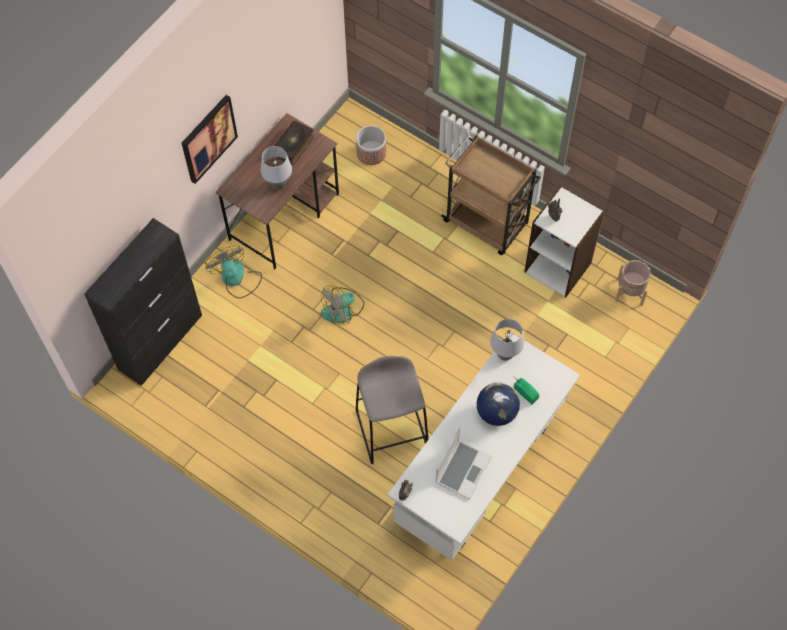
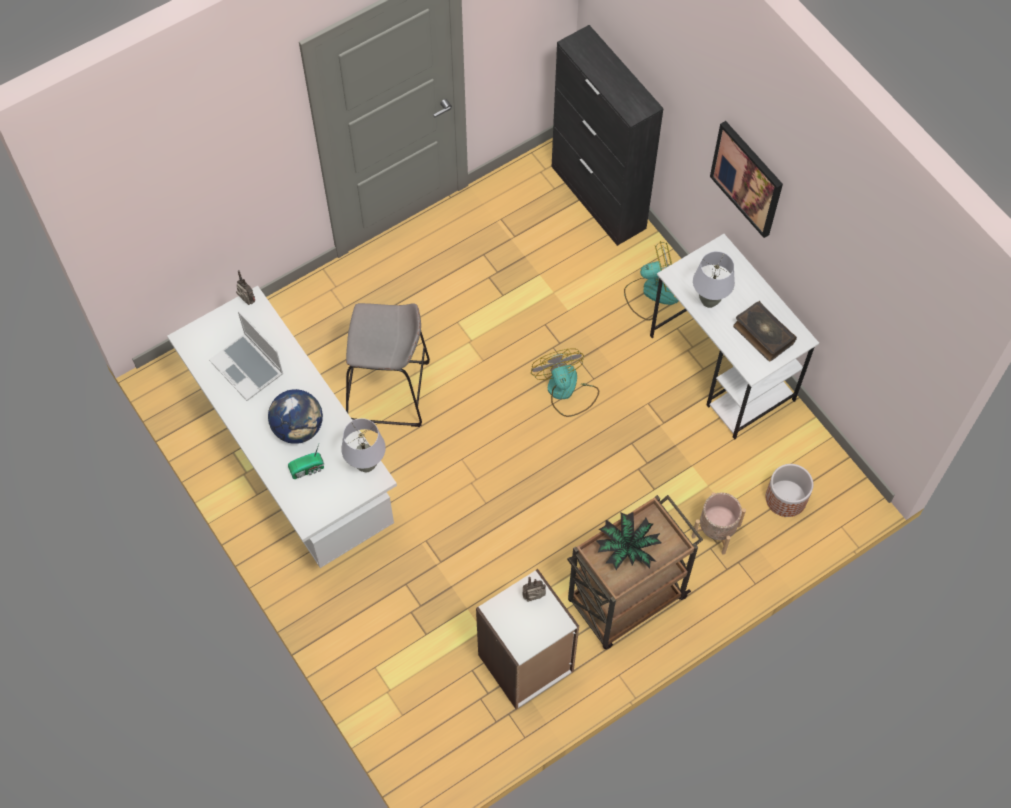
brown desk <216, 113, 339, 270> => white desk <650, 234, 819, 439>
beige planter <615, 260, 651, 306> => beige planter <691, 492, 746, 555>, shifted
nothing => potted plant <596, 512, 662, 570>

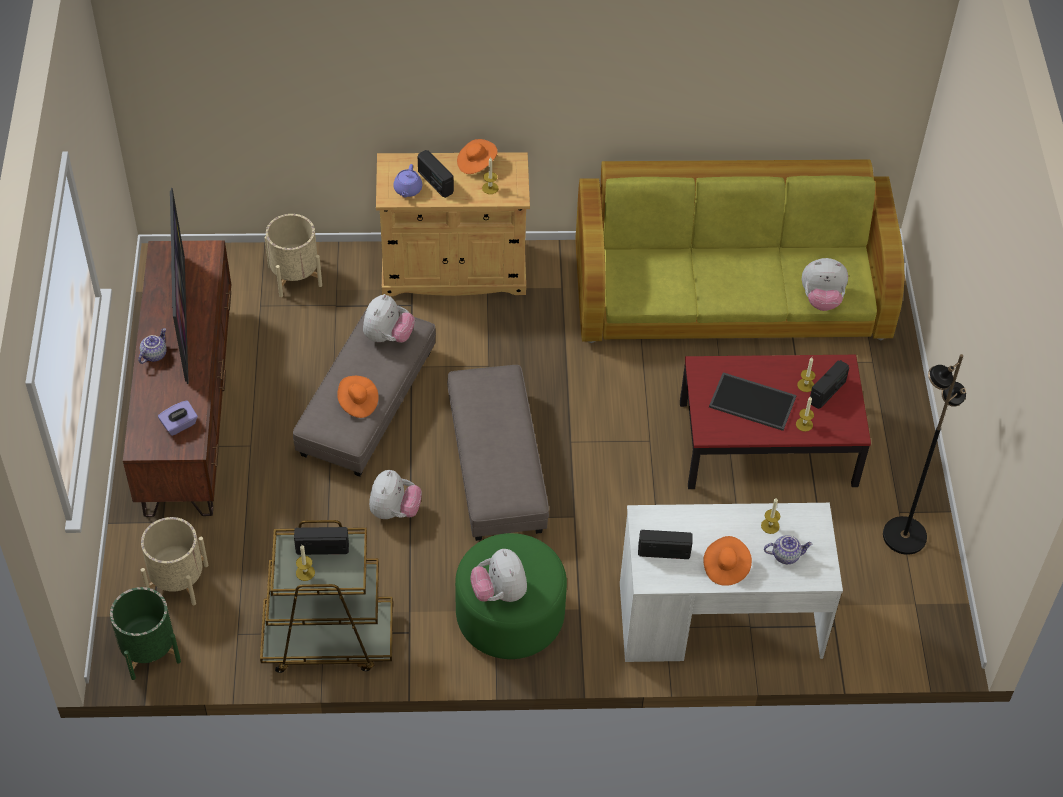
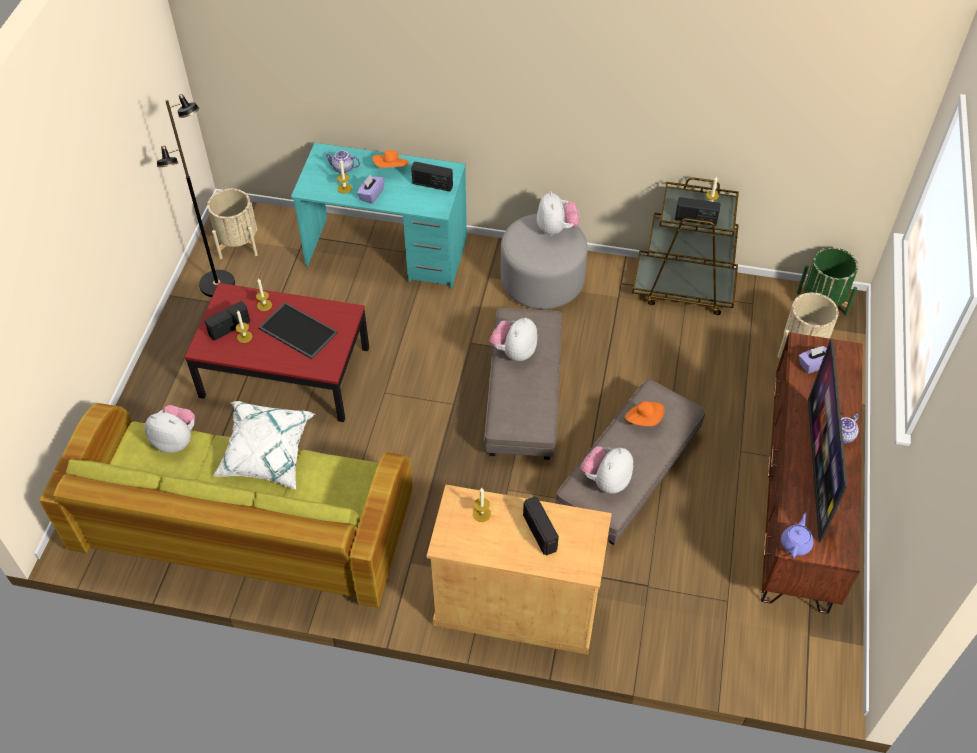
orange hat <457, 139, 497, 174> => nothing
purple teapot <393, 164, 422, 197> => purple teapot <781, 513, 814, 558>, shifted
beige planter <265, 214, 322, 297> => beige planter <207, 189, 258, 259>, shifted
plush toy <369, 470, 422, 519> => plush toy <490, 318, 537, 361>, shifted
white desk <620, 503, 843, 662> => turquoise desk <291, 143, 467, 288>
green ottoman <455, 533, 567, 659> => grey ottoman <500, 214, 588, 309>
nothing => purple tissue box <357, 174, 385, 204>
nothing => white pillow <213, 401, 315, 490>

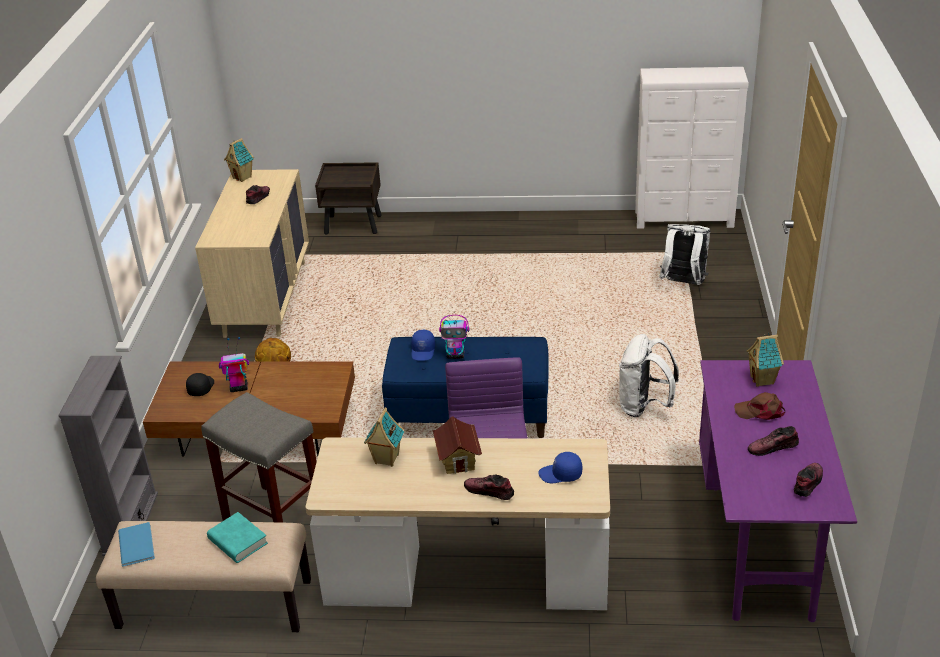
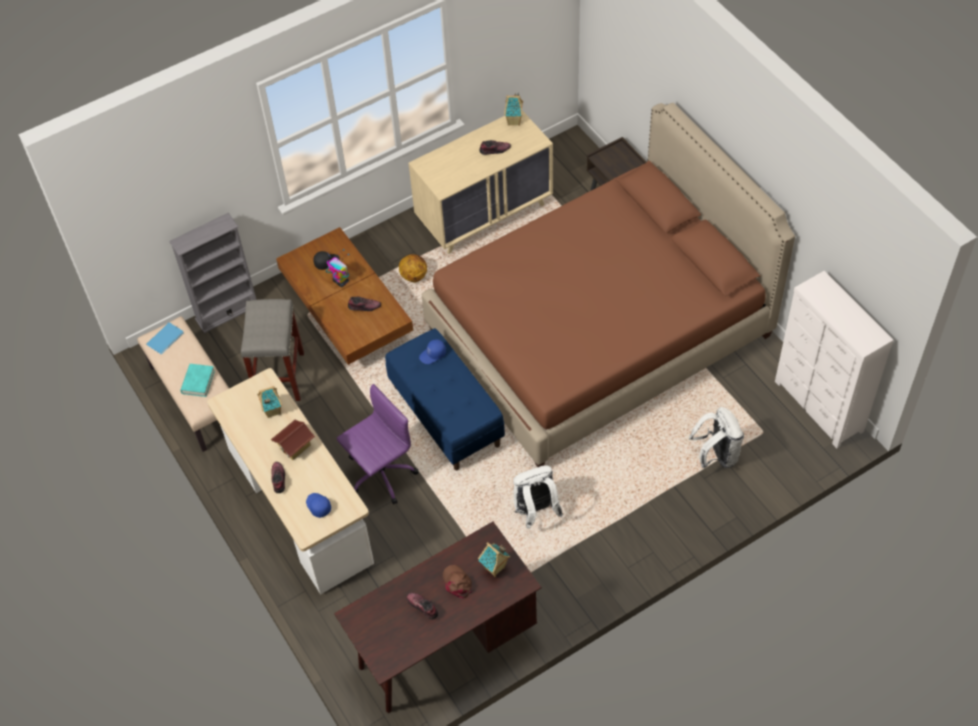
toy robot <439, 315, 469, 359> => nothing
purple desk <699, 360, 857, 622> => brown desk <334, 522, 542, 713>
shoe <794, 463, 823, 497> => shoe <348, 296, 381, 311>, shifted
nothing => brown bed <422, 103, 795, 467>

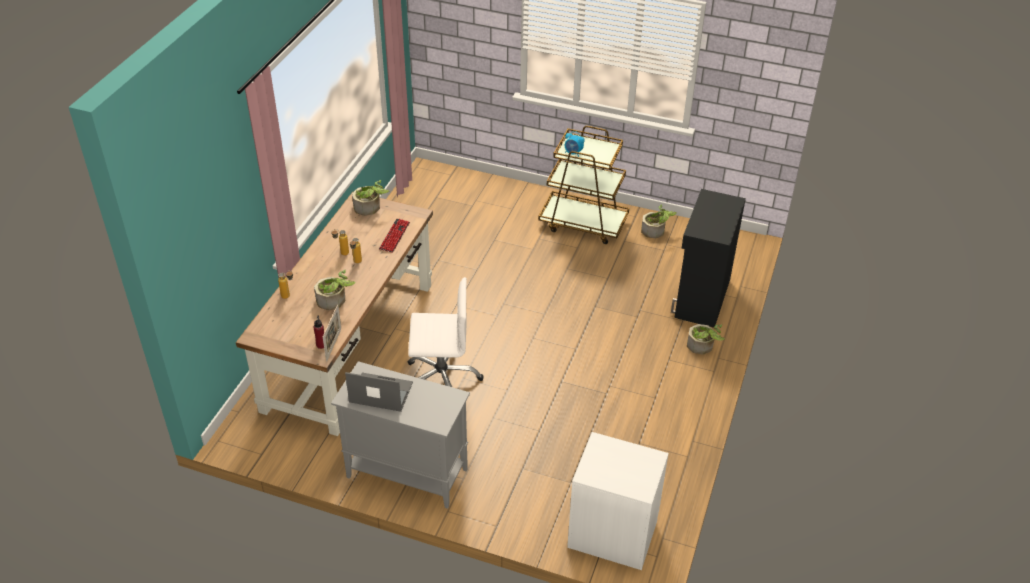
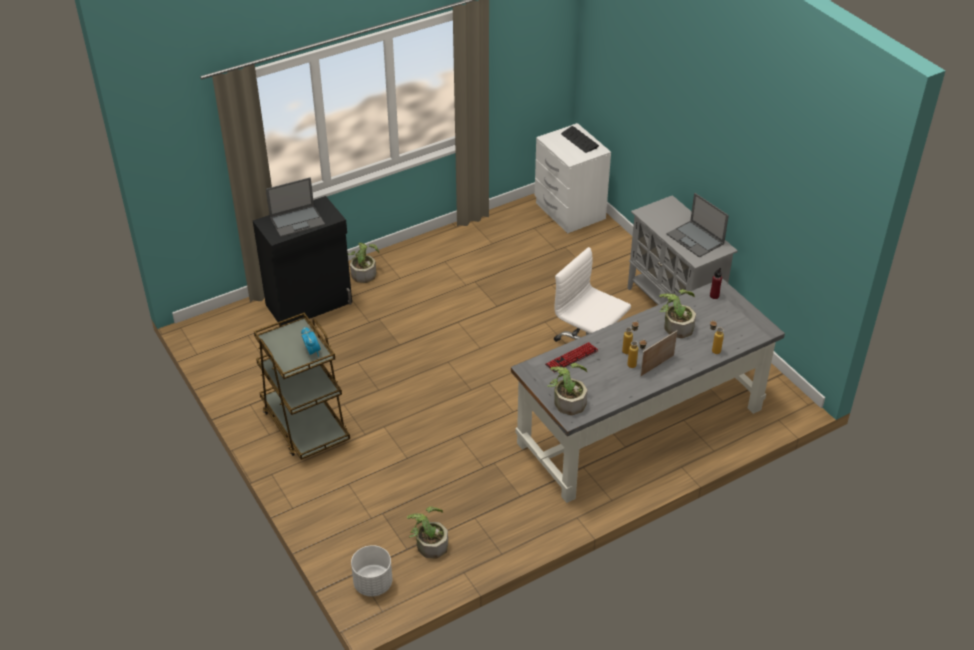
brown desk <236, 192, 433, 436> => grey desk <511, 278, 785, 503>
potted plant <641, 204, 677, 238> => potted plant <407, 506, 448, 559>, shifted
picture frame <323, 304, 341, 361> => picture frame <640, 330, 677, 377>, shifted
nothing => keyboard <561, 126, 599, 153>
nothing => laptop <266, 177, 325, 237>
nothing => white planter <351, 545, 392, 597>

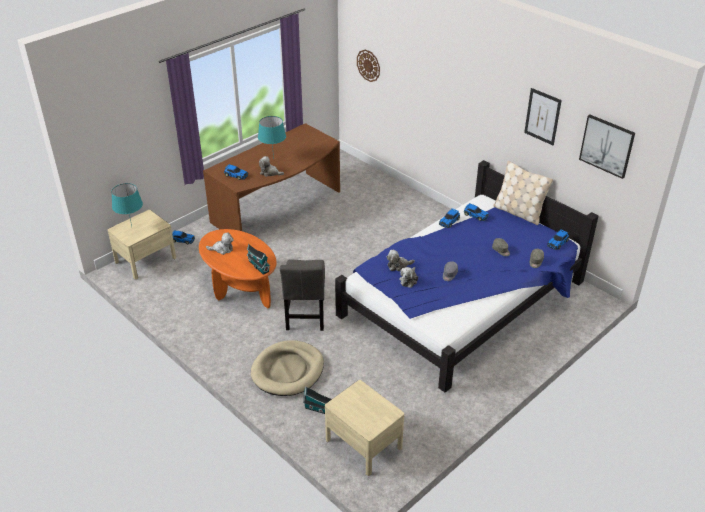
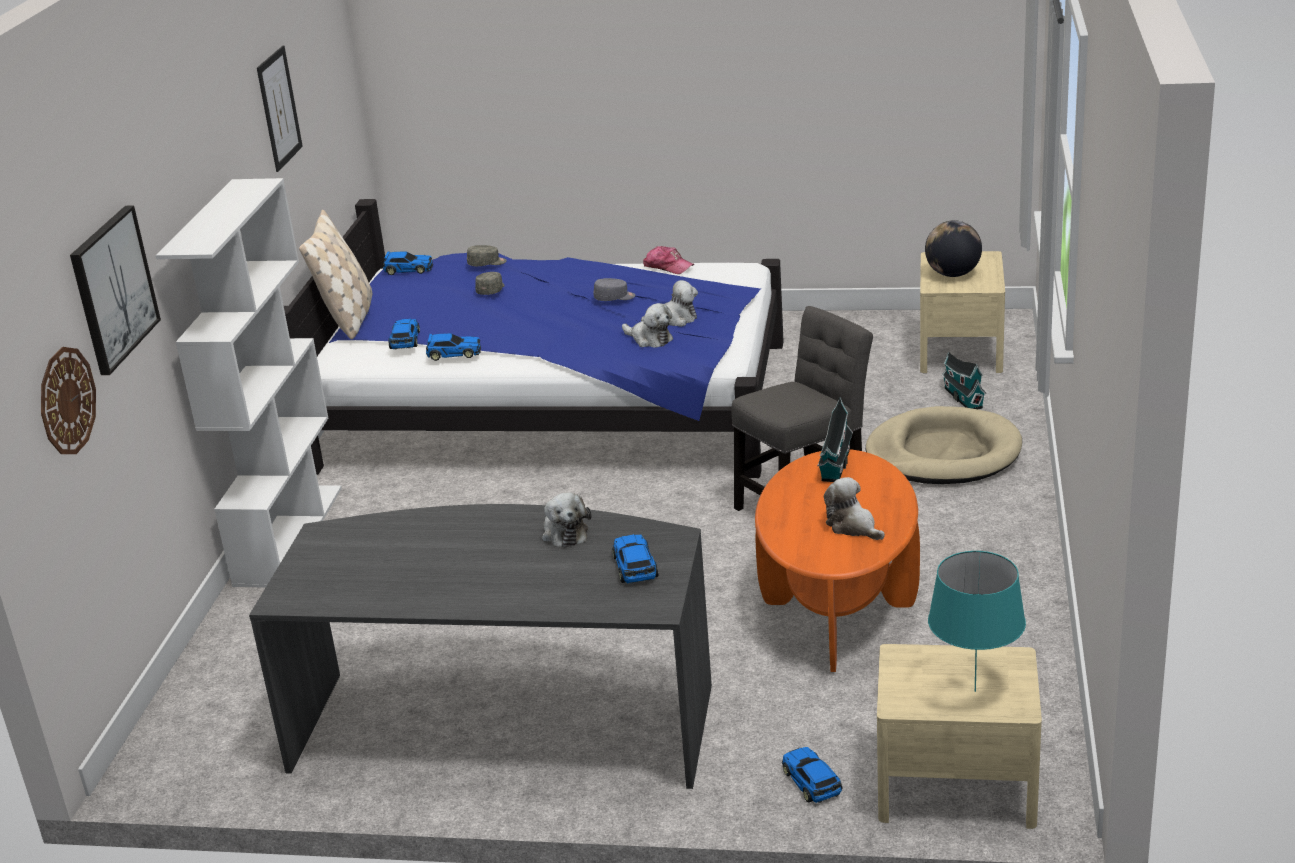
picture <579, 115, 635, 179> => picture <70, 205, 161, 375>, shifted
turquoise table lamp <258, 116, 286, 159> => nothing
brown desk <203, 123, 340, 231> => grey desk <249, 504, 712, 789>
nothing => white bookcase <156, 178, 342, 588>
nothing => globe <925, 220, 982, 277>
nothing => cap <643, 246, 694, 274>

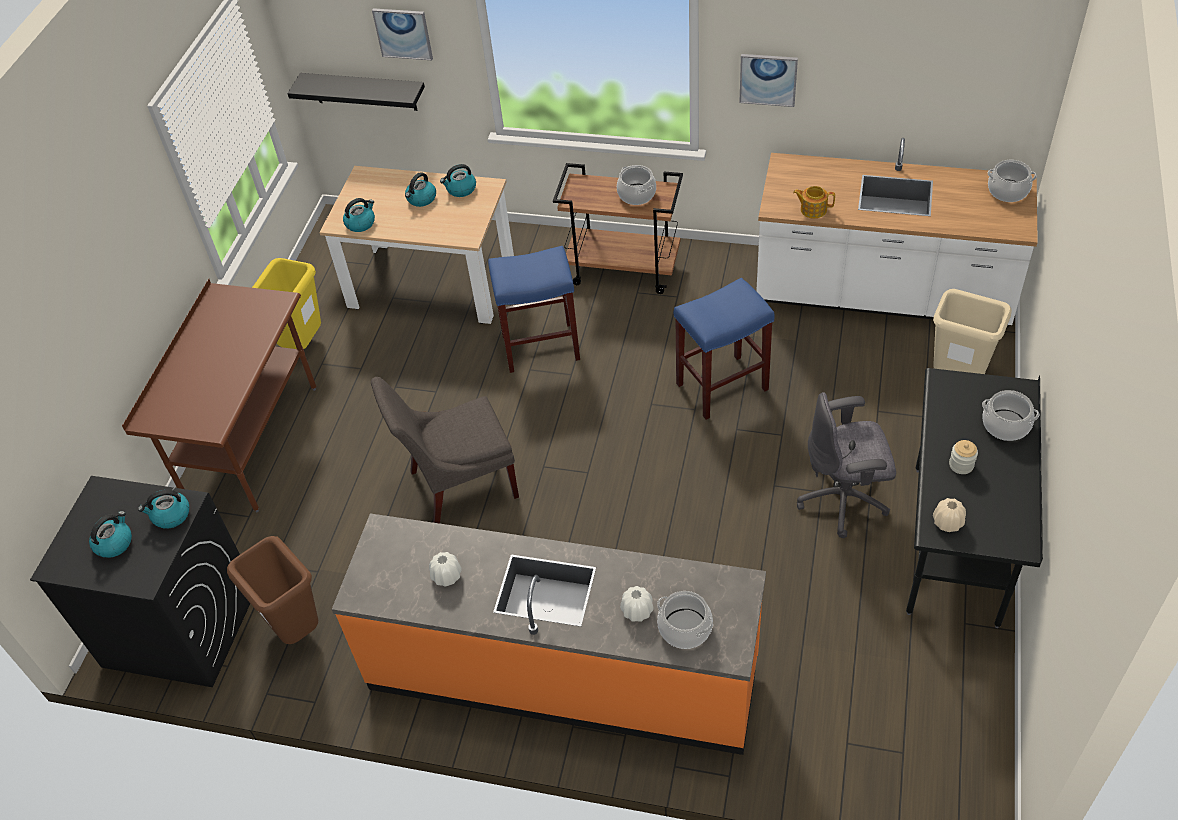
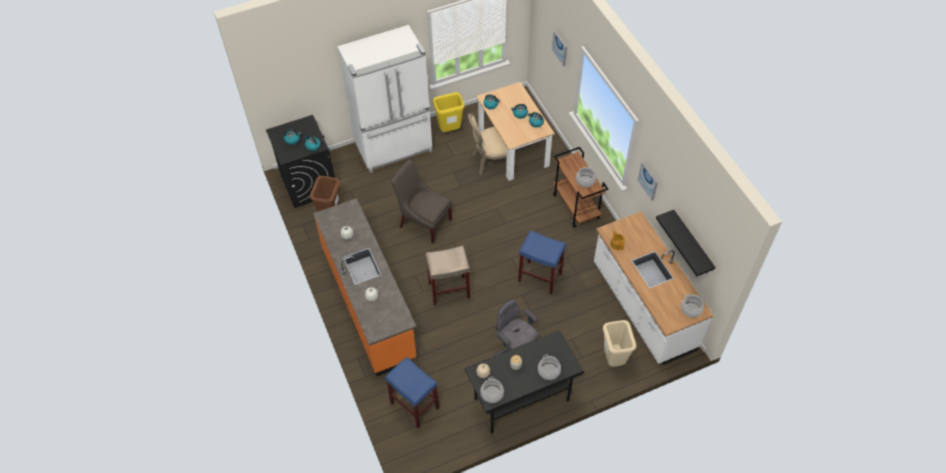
black shelf <287, 73, 425, 111> => black shelf <656, 210, 716, 276>, shifted
blue stool <488, 246, 580, 373> => blue stool <385, 357, 439, 428>, shifted
brown desk <122, 279, 316, 512> => white fridge <337, 25, 432, 173>
cooking pot <657, 591, 713, 649> => cooking pot <480, 377, 504, 403>, shifted
nothing => beige chair <468, 113, 515, 175>
nothing => beige stool <425, 246, 470, 305>

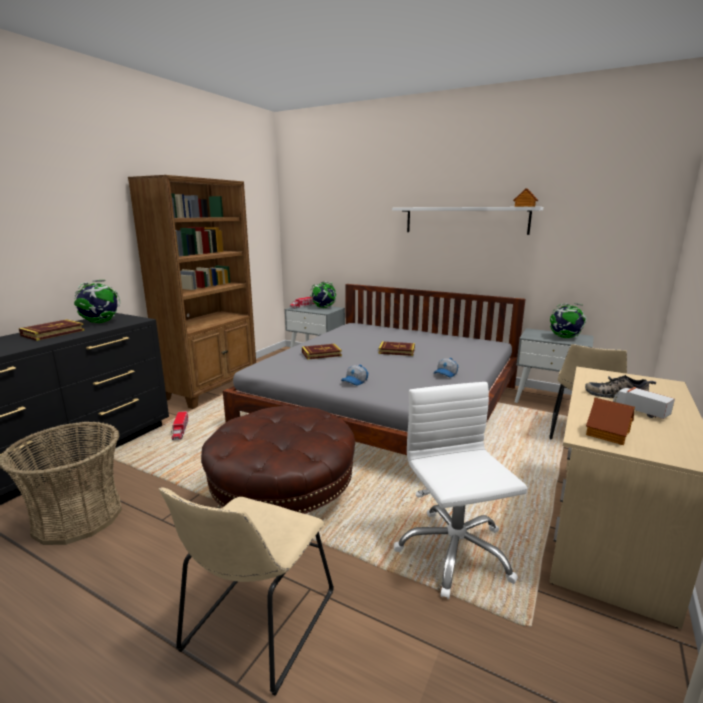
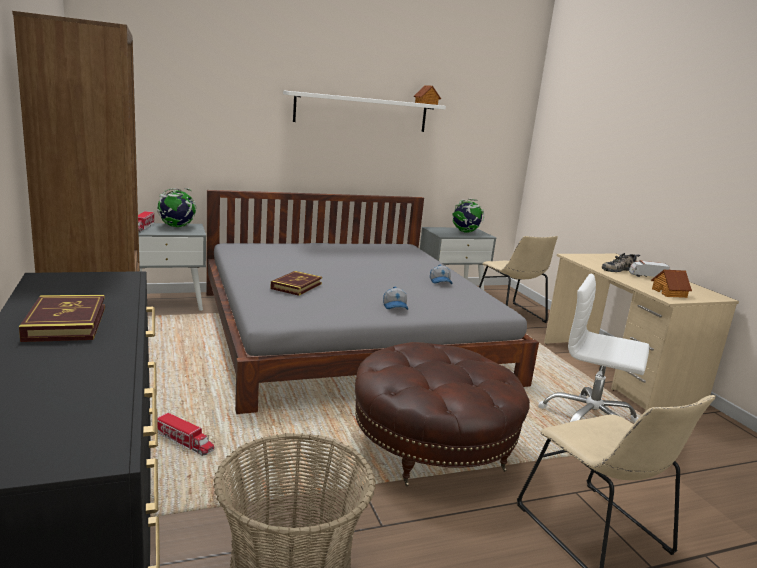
globe <74, 280, 120, 323> => nothing
book <378, 342, 415, 356> => nothing

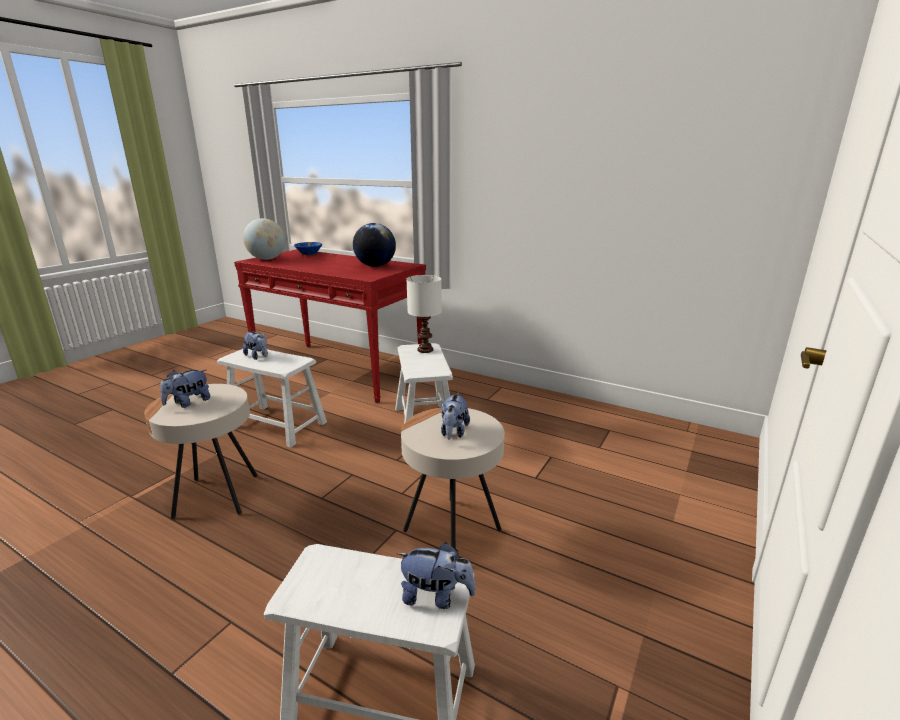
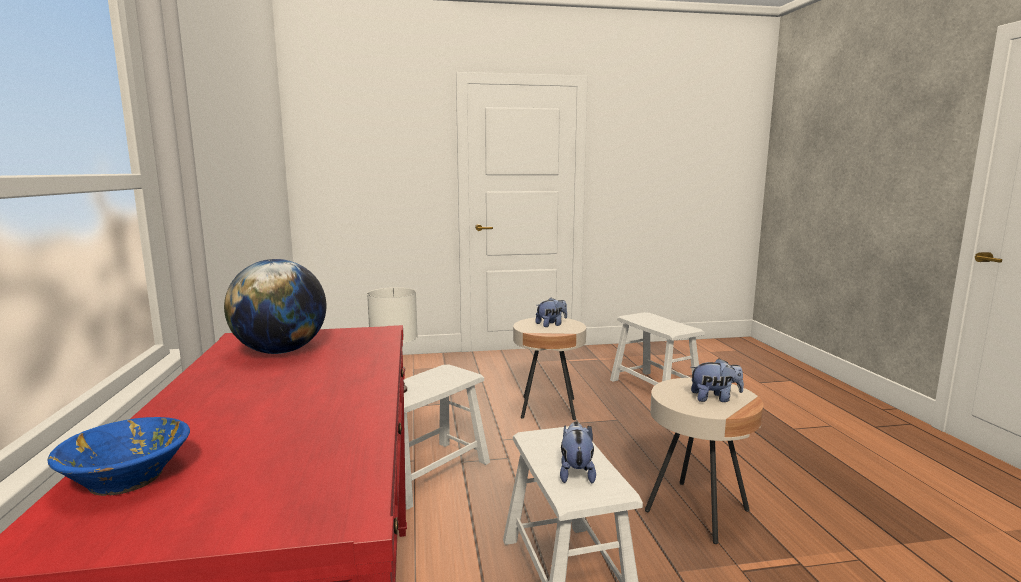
globe <243, 218, 286, 260> => nothing
plush toy <396, 542, 476, 609> => nothing

